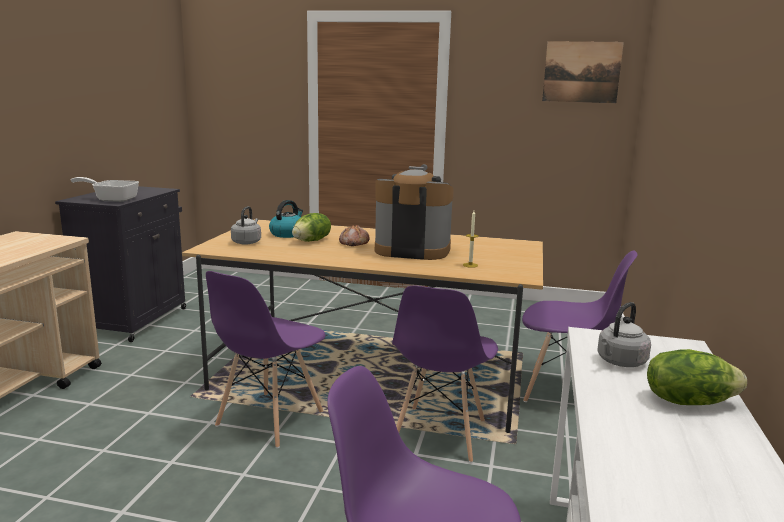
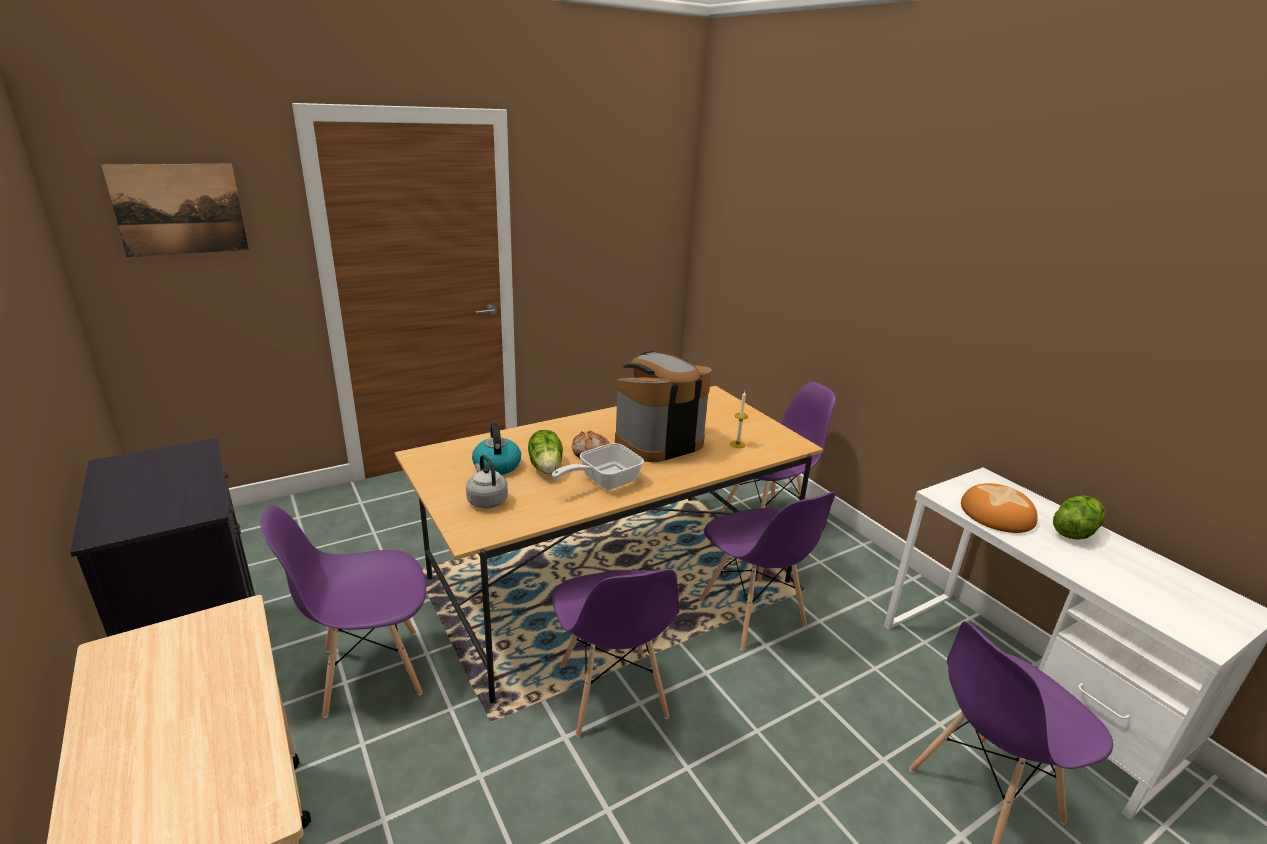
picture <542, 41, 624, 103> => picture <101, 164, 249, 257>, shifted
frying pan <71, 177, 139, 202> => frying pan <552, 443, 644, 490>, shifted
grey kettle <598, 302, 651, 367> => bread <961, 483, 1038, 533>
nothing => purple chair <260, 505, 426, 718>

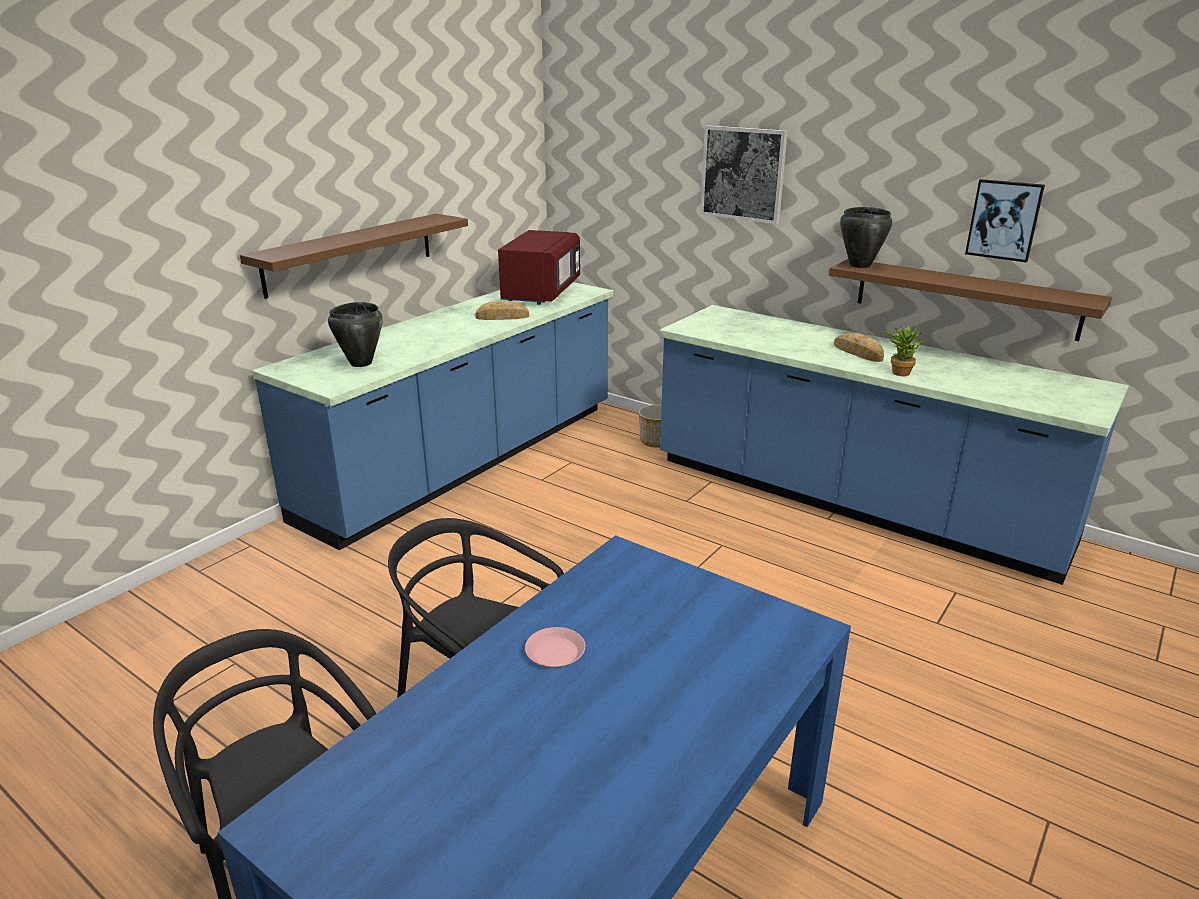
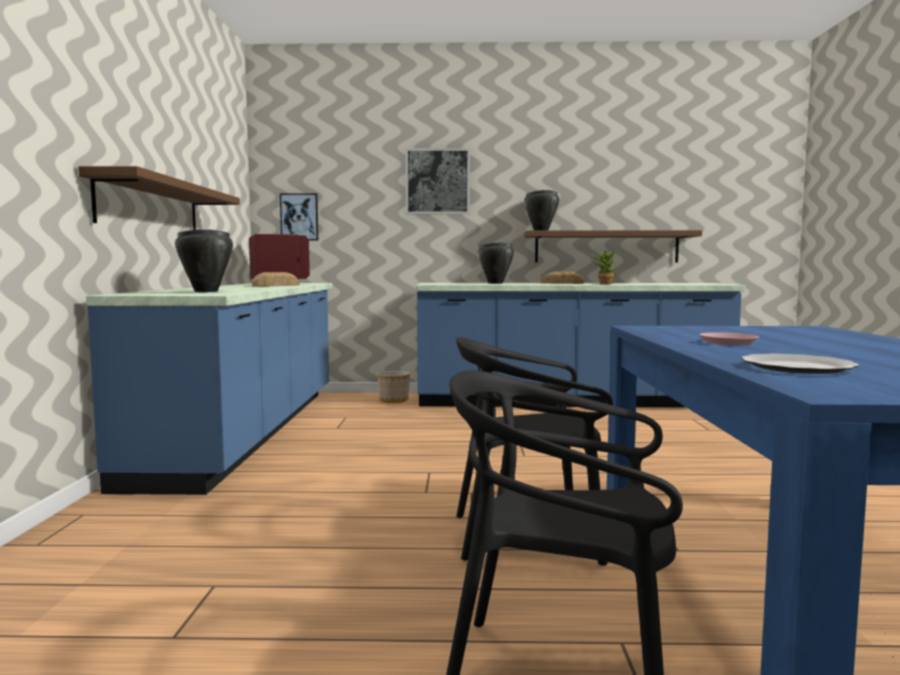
picture <965, 179, 1045, 262> => picture <280, 193, 318, 240>, shifted
nothing => black cooking pot <478, 243, 514, 284>
nothing => plate <741, 354, 859, 374>

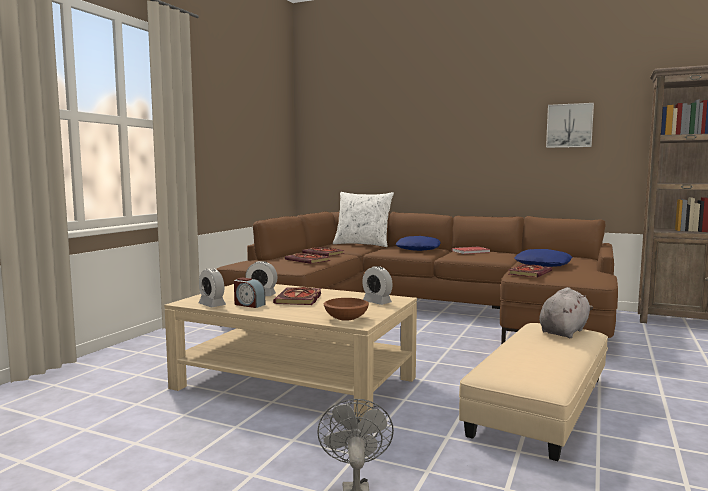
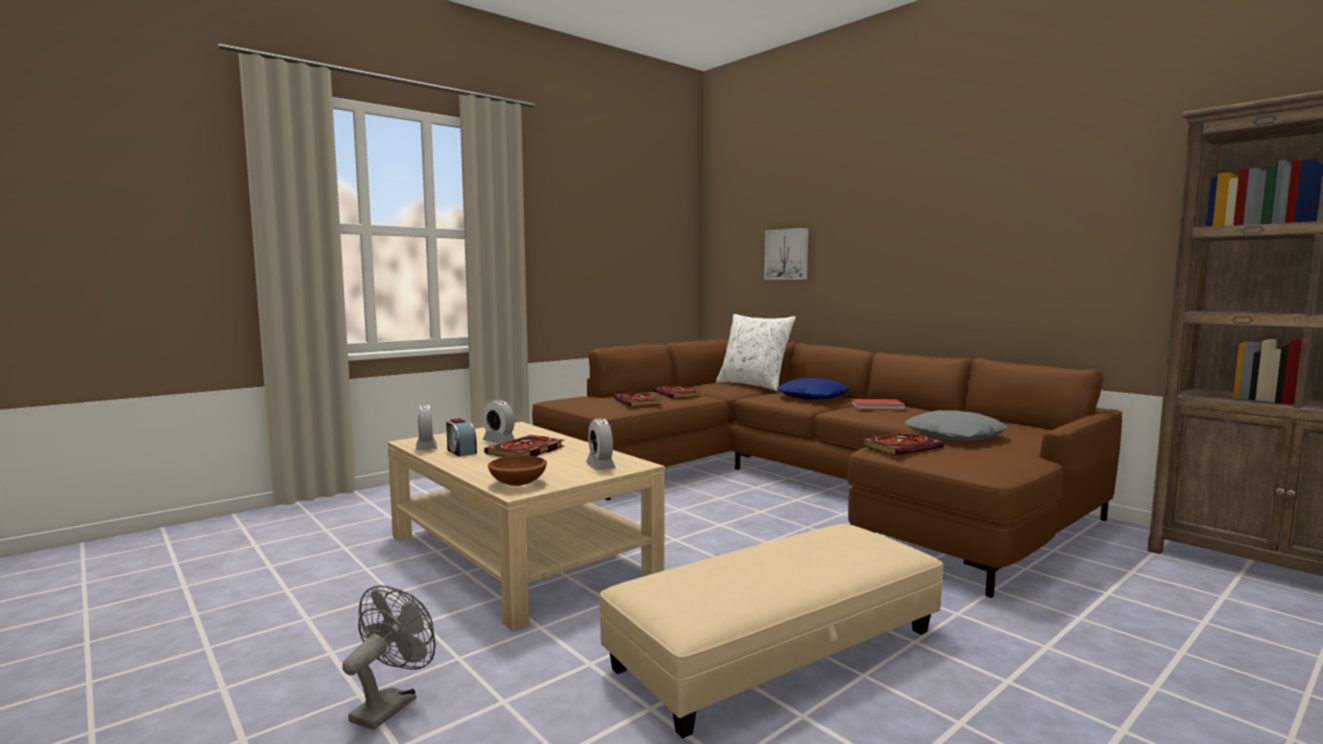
picture <546, 103, 594, 148> => picture <764, 228, 809, 280>, shifted
blue pillow <514, 249, 572, 267> => grey pillow <905, 410, 1008, 441>
grey plush toy <539, 287, 593, 338> => nothing

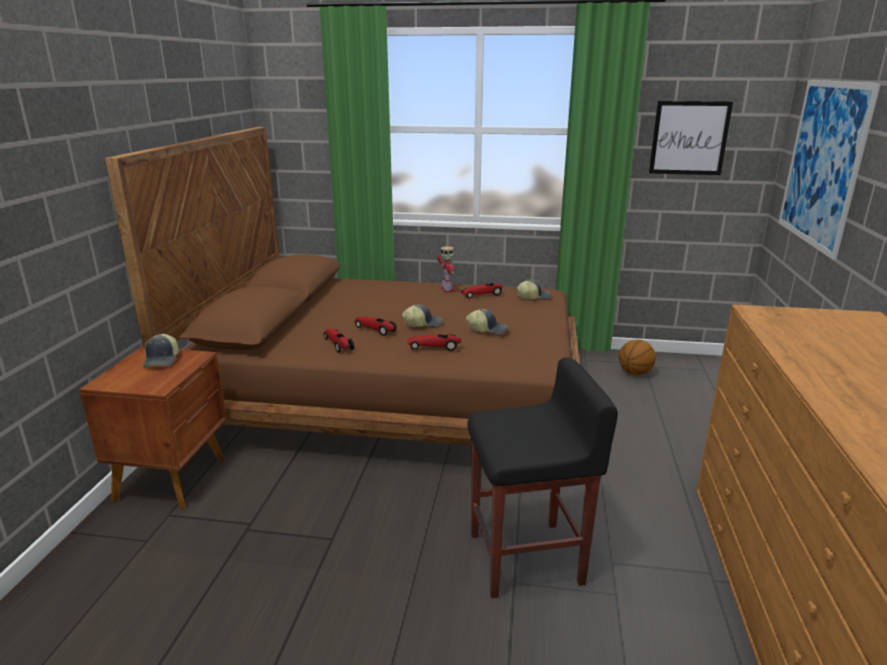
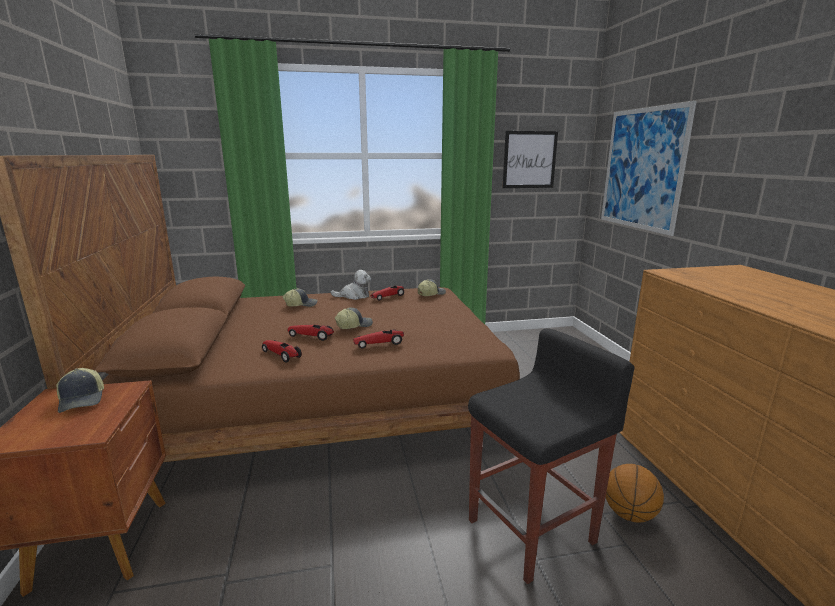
toy robot <437, 246, 456, 292> => plush toy <330, 270, 371, 300>
cap <466, 309, 508, 334> => cap <283, 289, 318, 307>, shifted
basketball <619, 340, 656, 375> => basketball <606, 464, 664, 523>, shifted

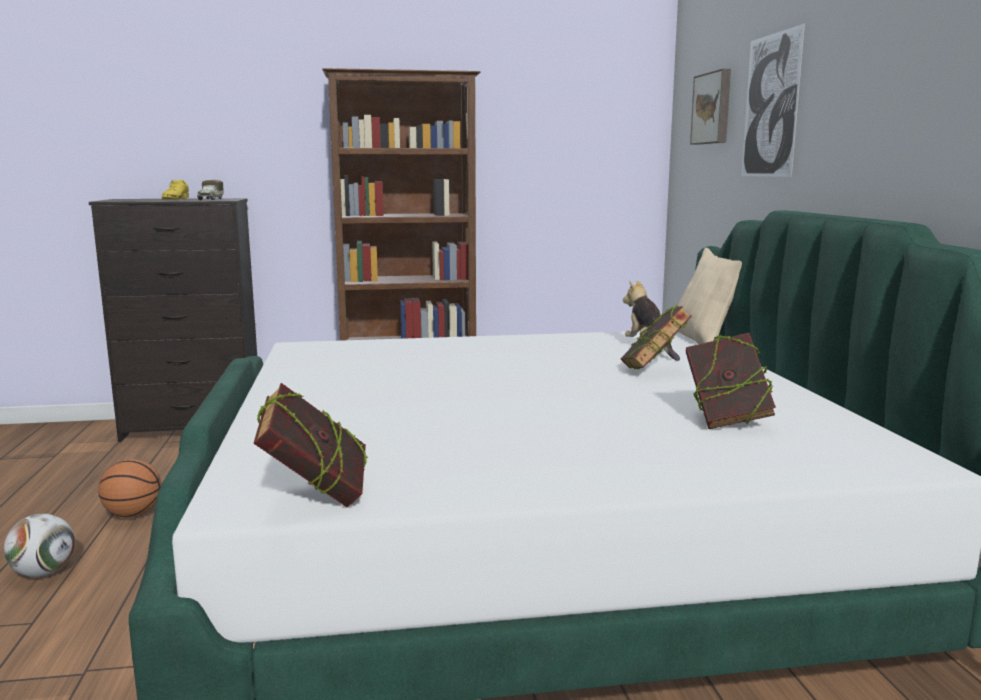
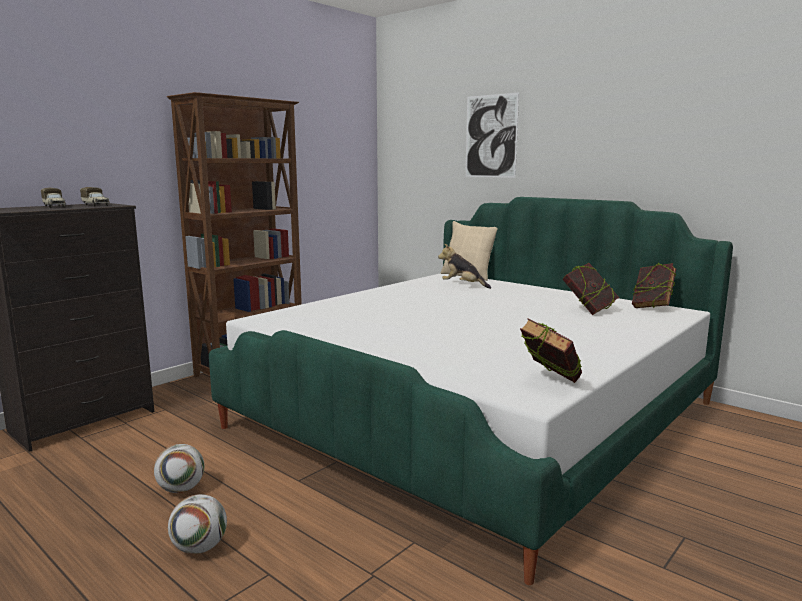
picture <690, 69, 731, 145> => nothing
yellow shoe <162, 180, 189, 199> => toy truck <41, 188, 66, 208>
book <621, 305, 692, 370> => book <632, 263, 676, 308>, shifted
basketball <98, 459, 162, 518> => football <154, 444, 204, 493>

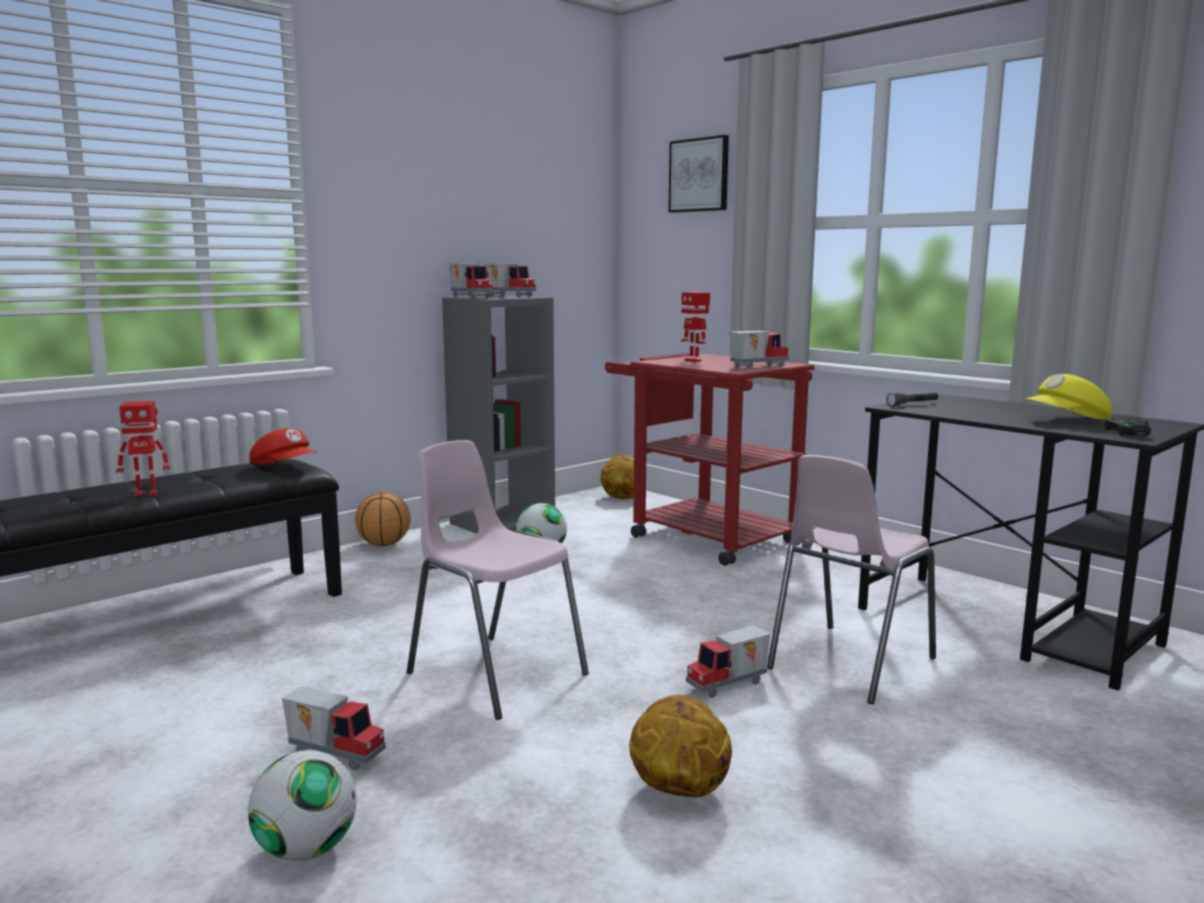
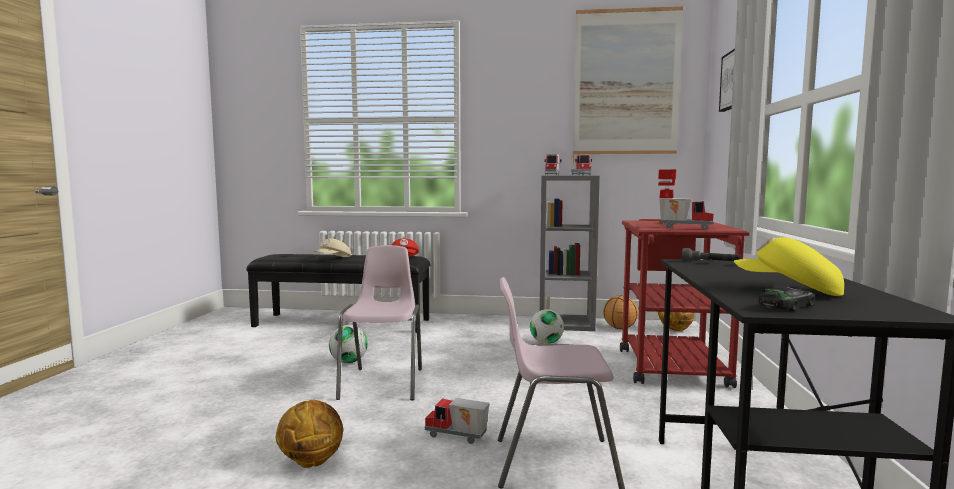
toy robot <116, 401, 170, 497> => beige cap <314, 238, 351, 257>
basketball <355, 492, 411, 546> => basketball <603, 295, 638, 329>, shifted
toy truck <282, 686, 386, 771> => nothing
football <248, 750, 357, 861> => football <329, 325, 368, 363>, shifted
nothing => picture <573, 6, 683, 154>

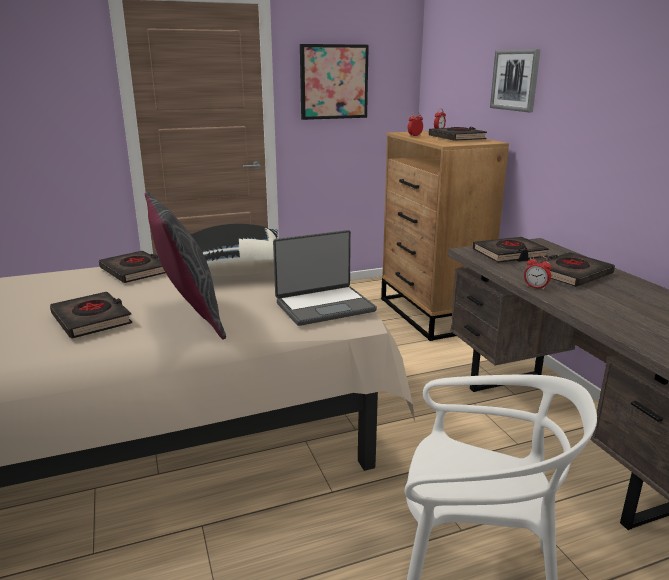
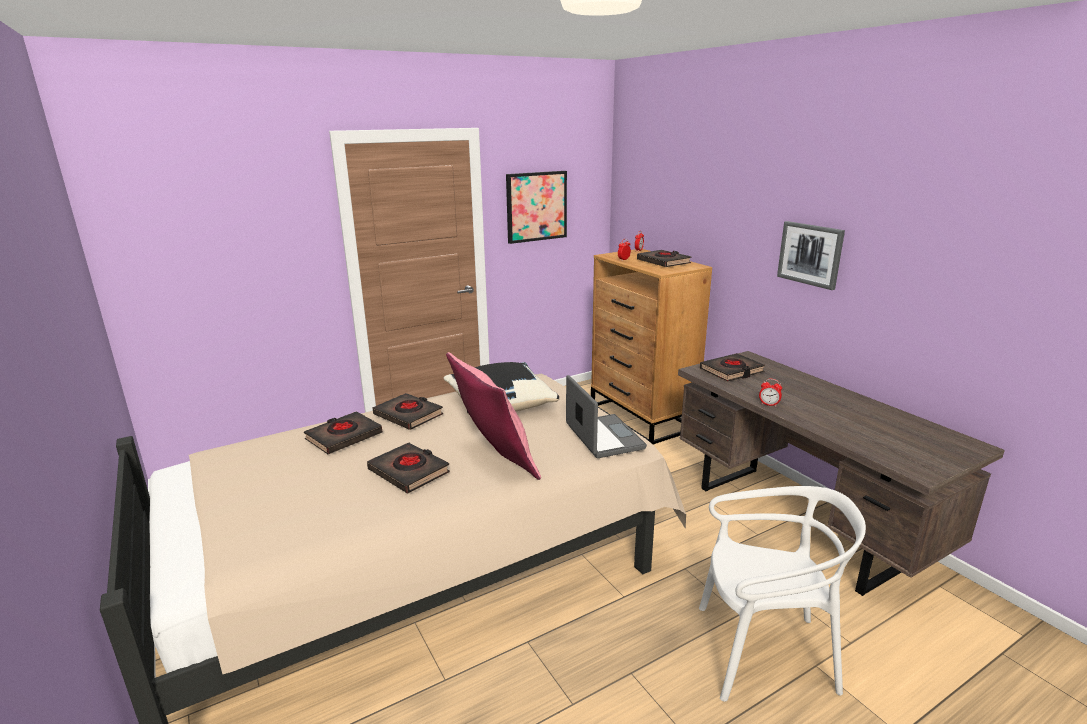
picture <490, 49, 541, 112> => picture <777, 221, 845, 290>, shifted
grey pillow <145, 192, 226, 339> => pink pillow <446, 352, 541, 480>
laptop <273, 230, 377, 326> => laptop <566, 375, 647, 458>, 75 degrees counterclockwise
black book <541, 252, 615, 287> => black book <304, 411, 382, 454>, shifted

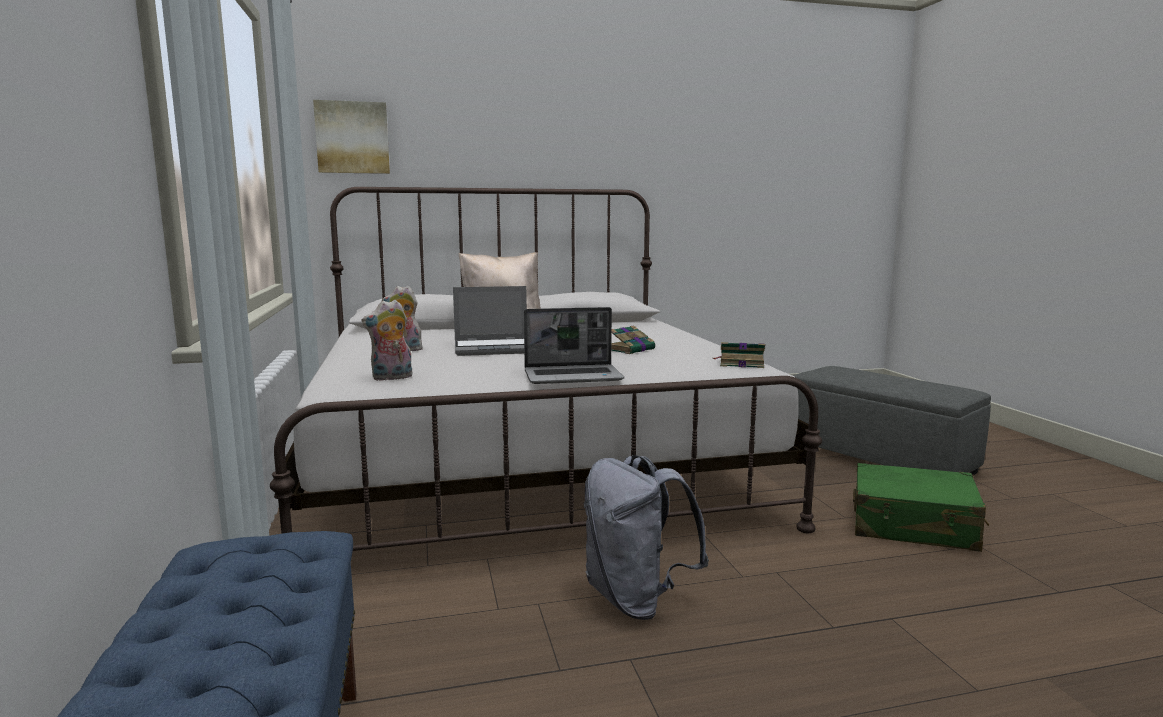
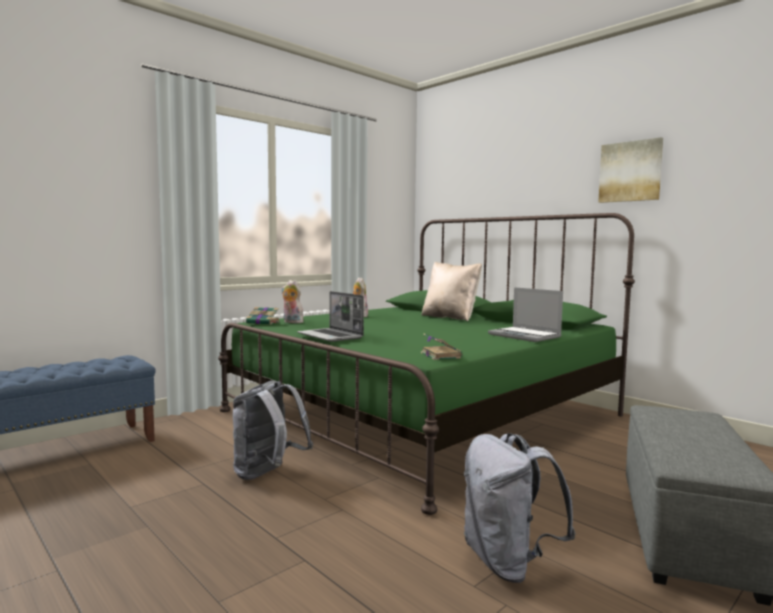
picture <313, 100, 390, 174> => picture <598, 137, 663, 203>, shifted
white bed <270, 187, 822, 551> => green bed <218, 213, 635, 515>
laptop <453, 286, 527, 356> => laptop <488, 287, 563, 342>, shifted
book <611, 325, 655, 354> => book <246, 307, 280, 325>, shifted
green suitcase <853, 463, 989, 552> => grey backpack <464, 433, 576, 583>

